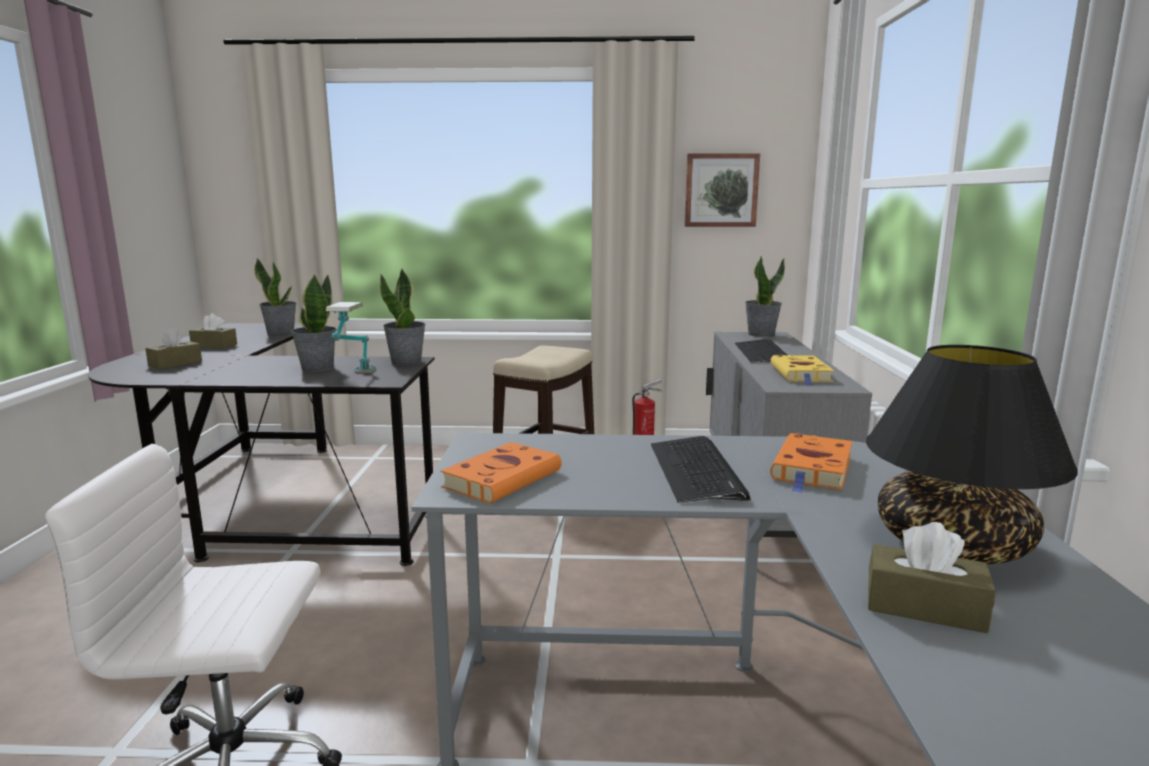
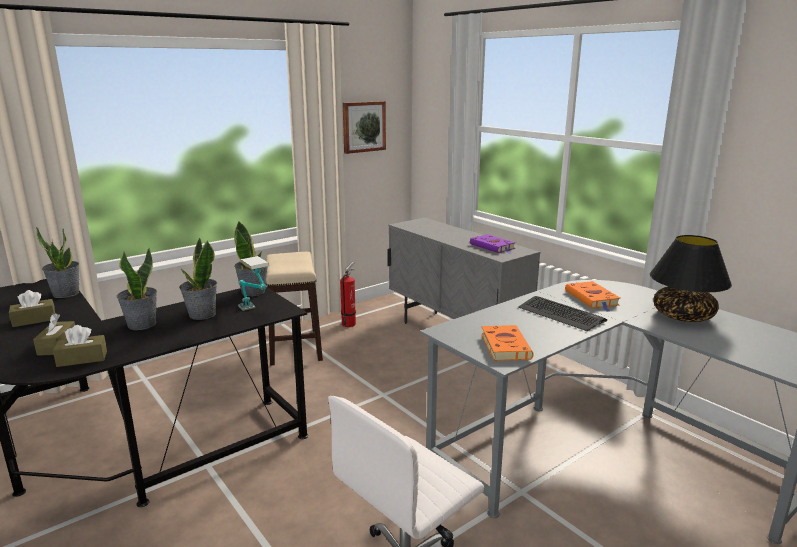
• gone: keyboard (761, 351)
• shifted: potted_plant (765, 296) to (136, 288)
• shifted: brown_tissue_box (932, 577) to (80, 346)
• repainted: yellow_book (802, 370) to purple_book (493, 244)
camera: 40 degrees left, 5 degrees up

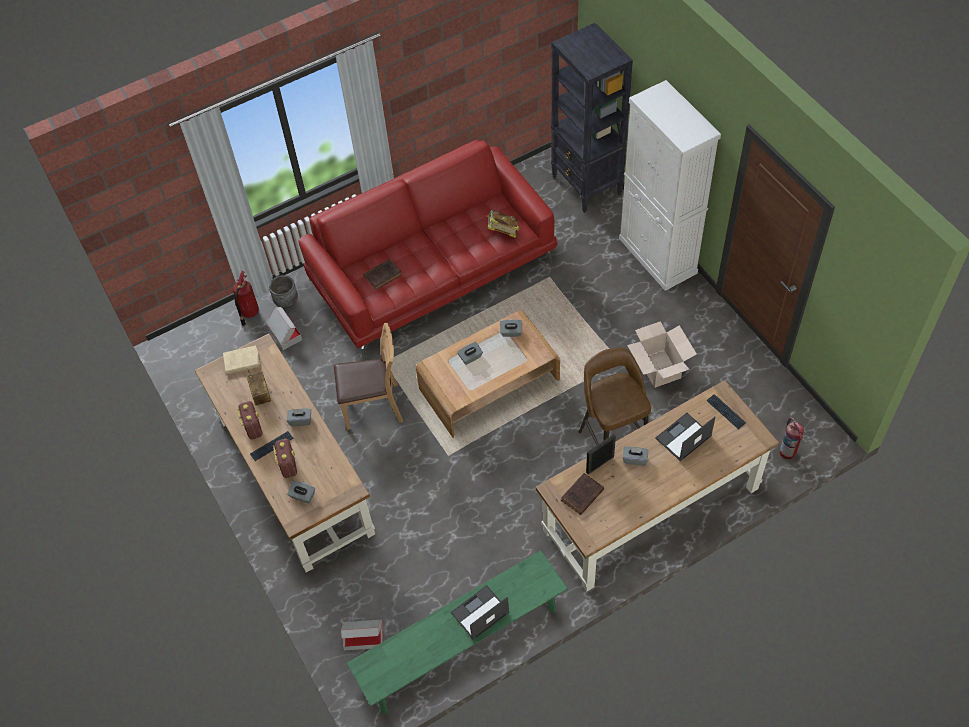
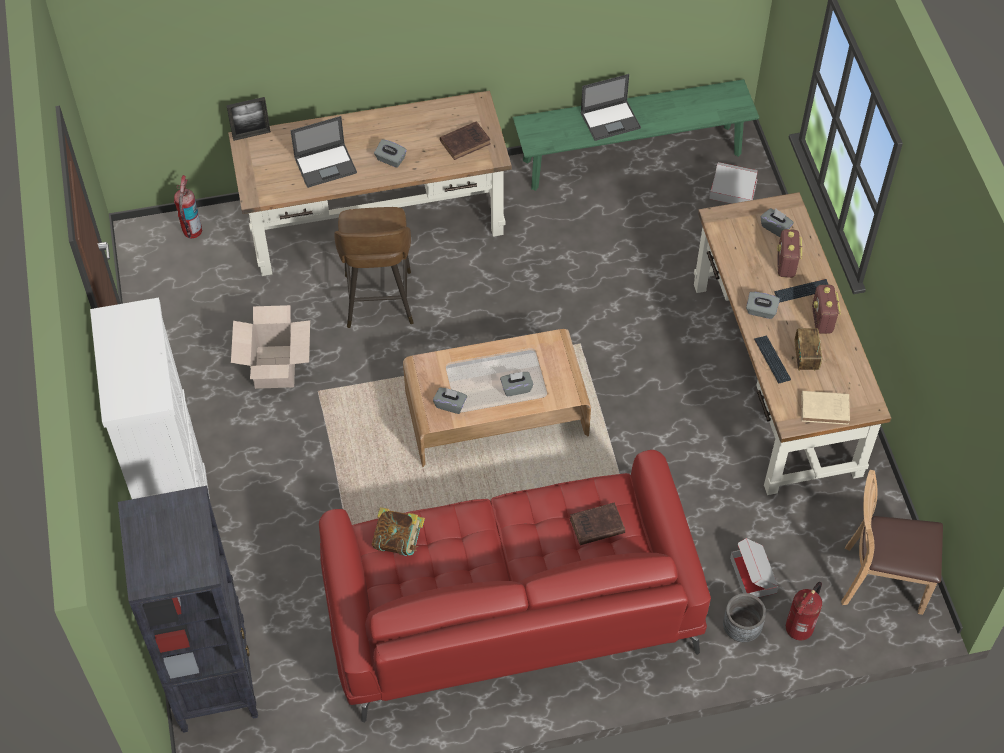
• shifted: brown_chair (368, 376) to (892, 542)
• shifted: picture_frame (601, 454) to (248, 119)
• shifted: keyboard (726, 411) to (772, 359)
camera: 165 degrees left, 0 degrees up

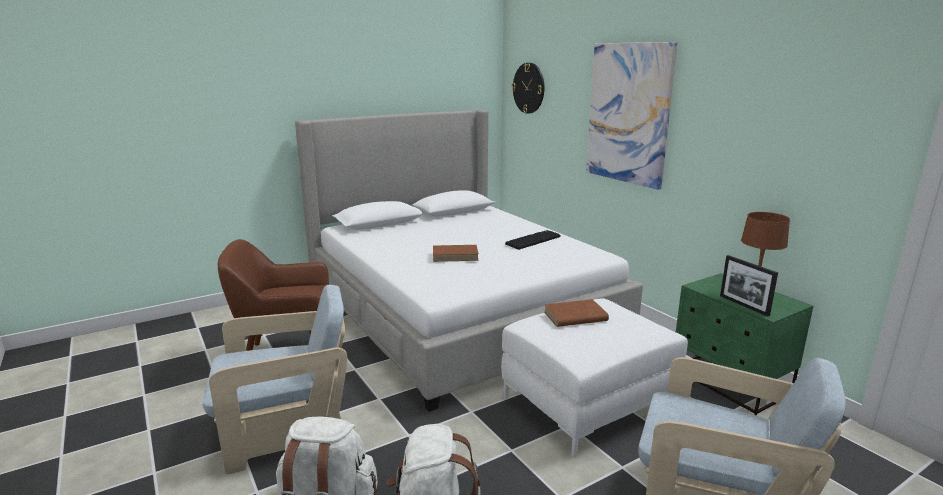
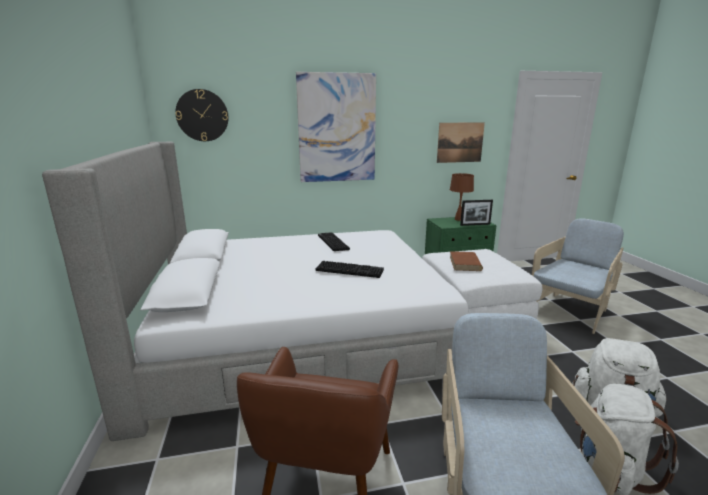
• new: picture (461, 142)
• swapped: brown_book (456, 253) to keyboard (350, 269)
camera: 70 degrees left, 0 degrees up

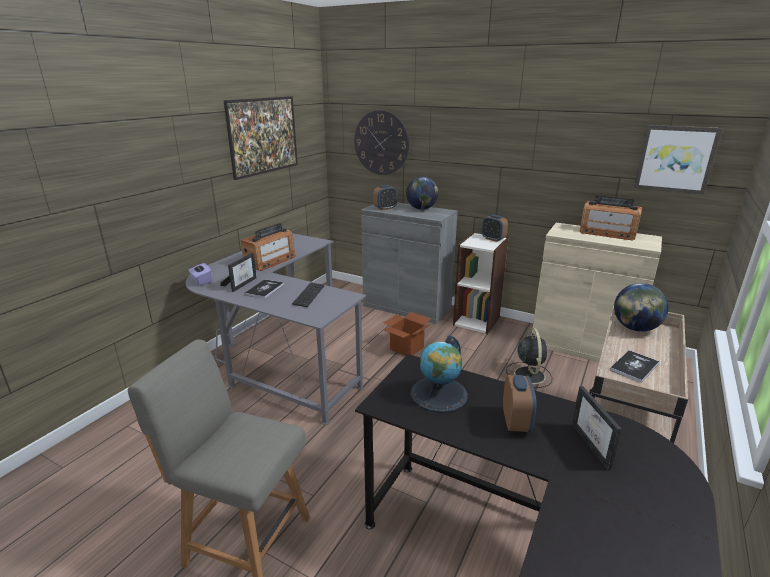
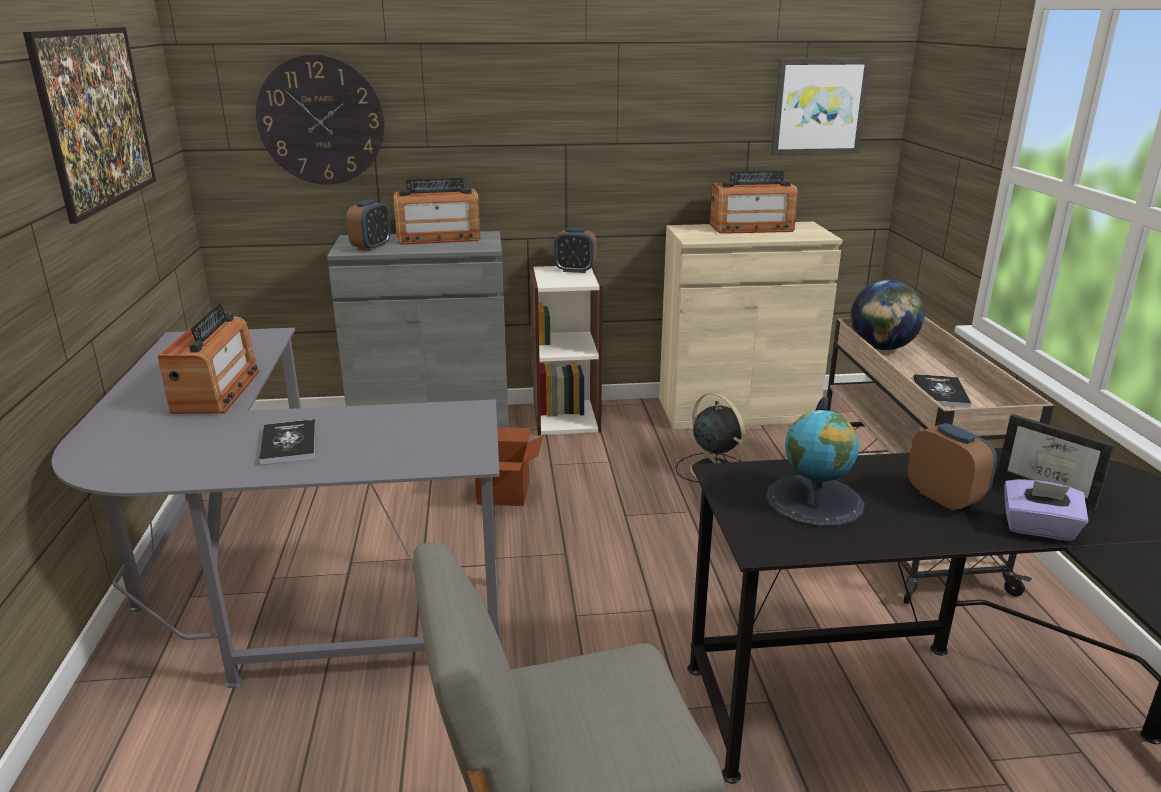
• gone: picture_frame (238, 272)
• gone: keyboard (308, 294)
• shifted: purple_tissue_box (200, 274) to (1046, 510)
• swapped: globe (422, 193) to radio (436, 211)
camera: 35 degrees left, 0 degrees up

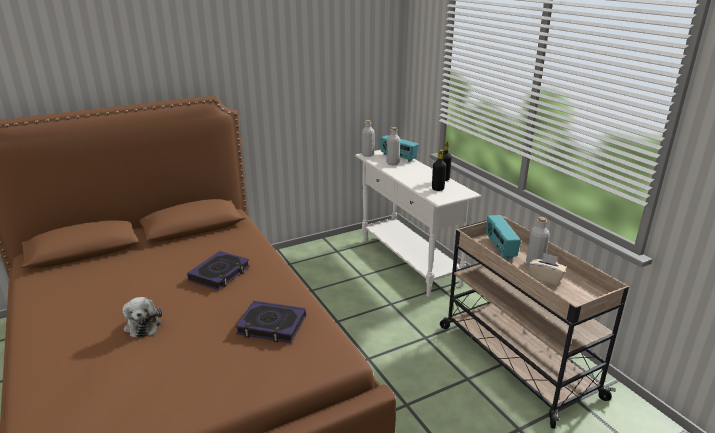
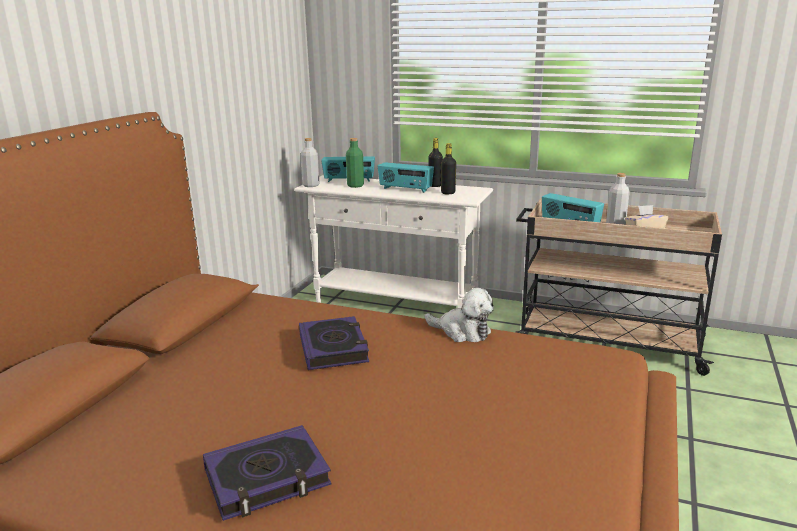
• new: radio (406, 177)
• shifted: plush_toy (142, 317) to (459, 315)
• shifted: book (270, 322) to (267, 473)
• repainted: grey_bottle (393, 146) to green_bottle (355, 163)
camera: 40 degrees left, 5 degrees down

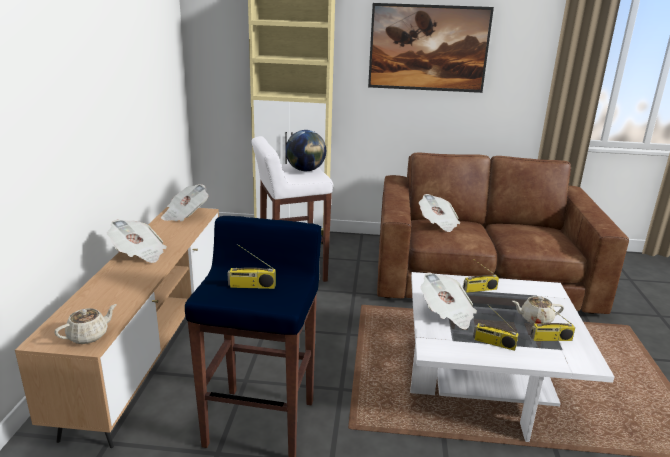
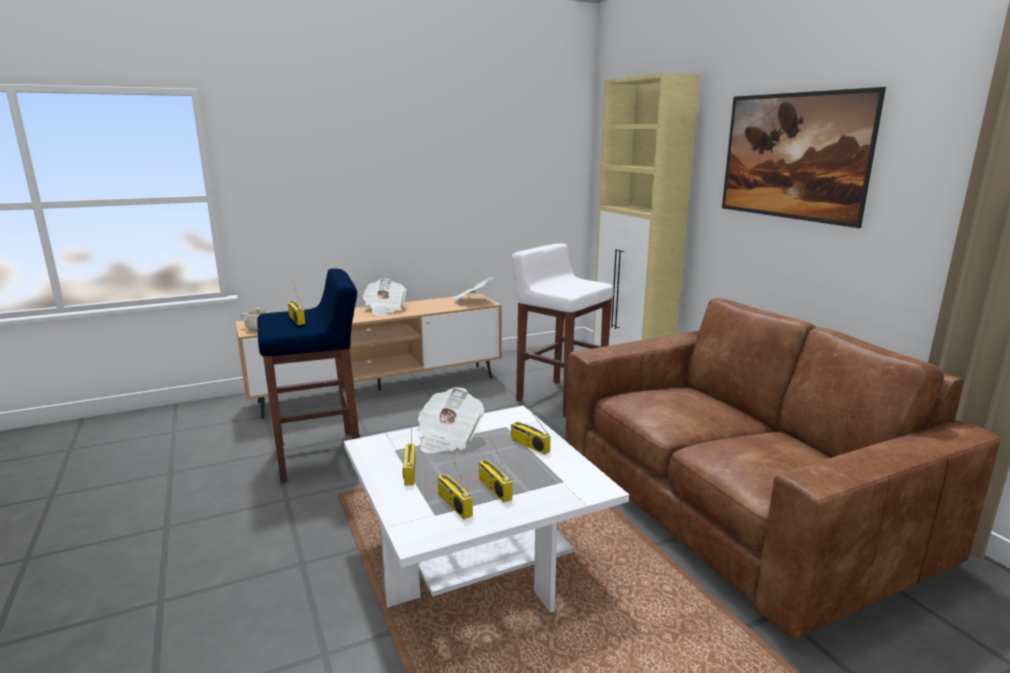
• gone: globe (305, 150)
• gone: newspaper (439, 213)
• swapped: beige_teapot (538, 310) to radio (495, 469)
camera: 60 degrees right, 5 degrees down

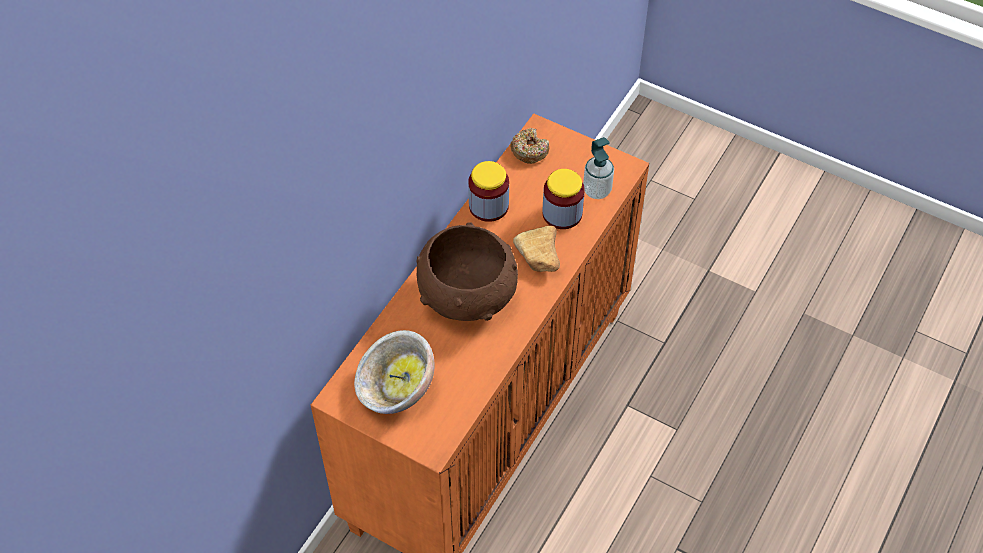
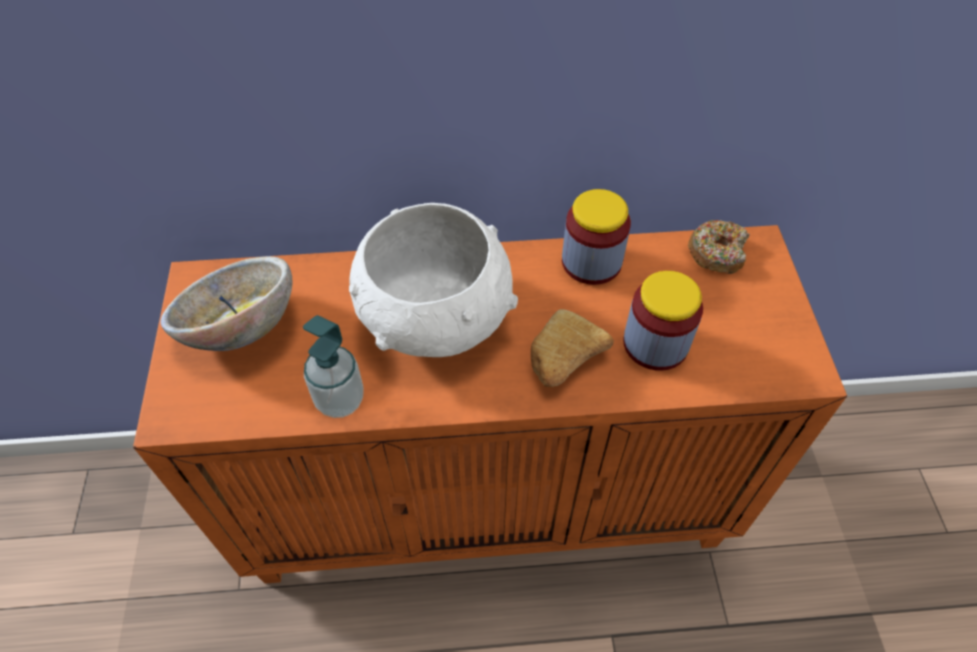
• shifted: soap_dispenser (598, 168) to (333, 366)
• repainted: brown_bowl (467, 271) to white_bowl (433, 280)
camera: 55 degrees right, 0 degrees up

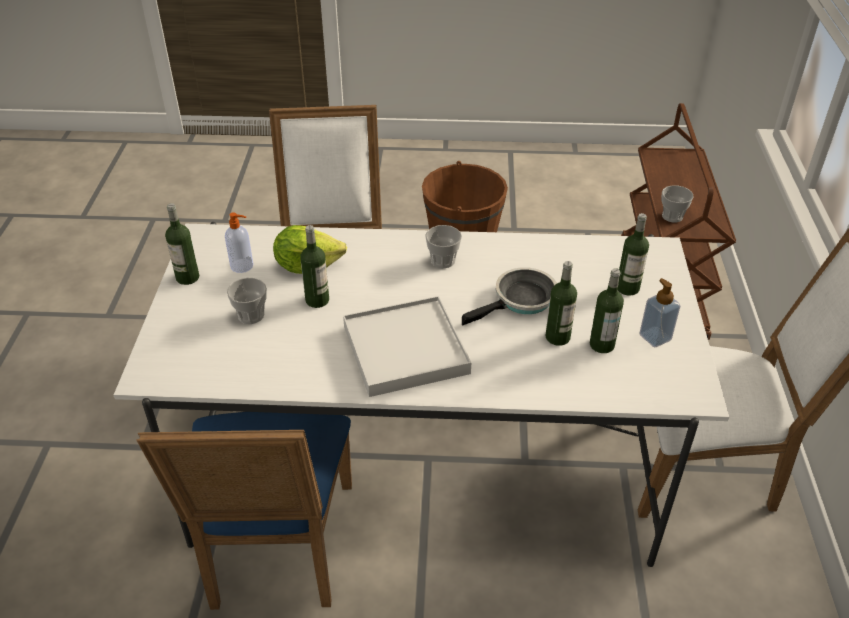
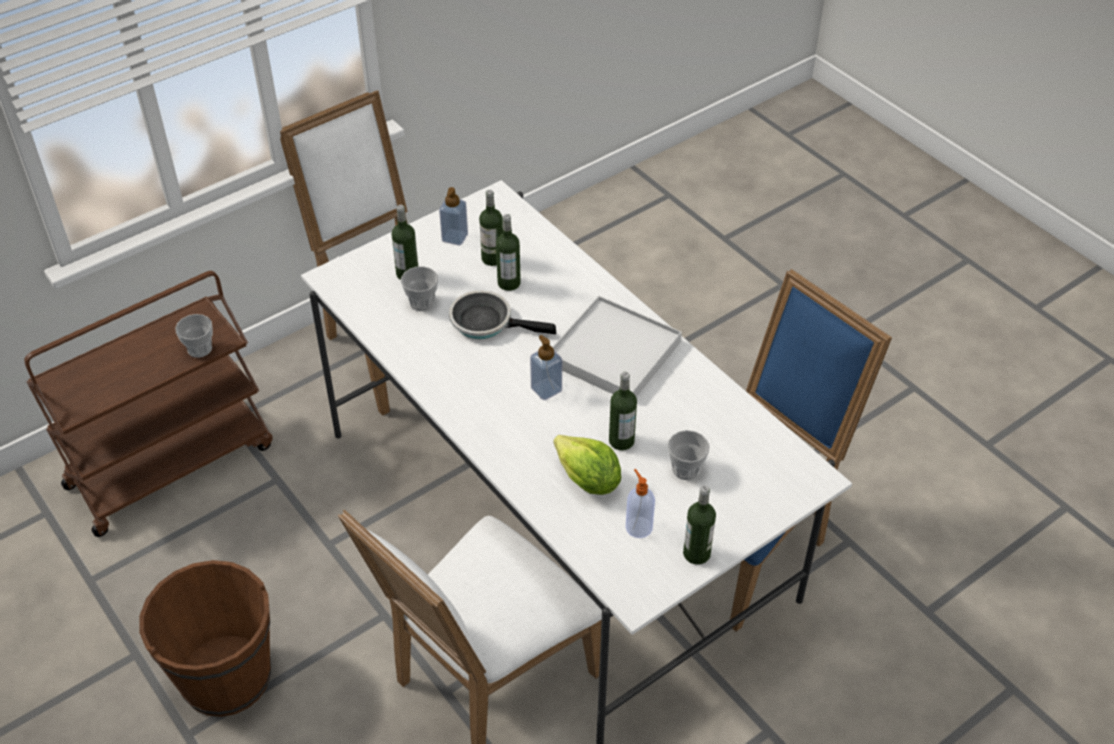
• new: soap_dispenser (546, 367)
• shifted: cup (443, 246) to (419, 288)
camera: 130 degrees left, 5 degrees up

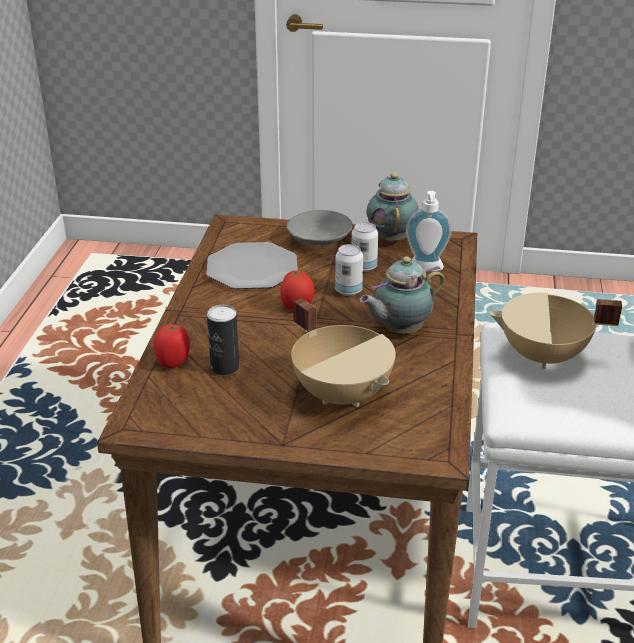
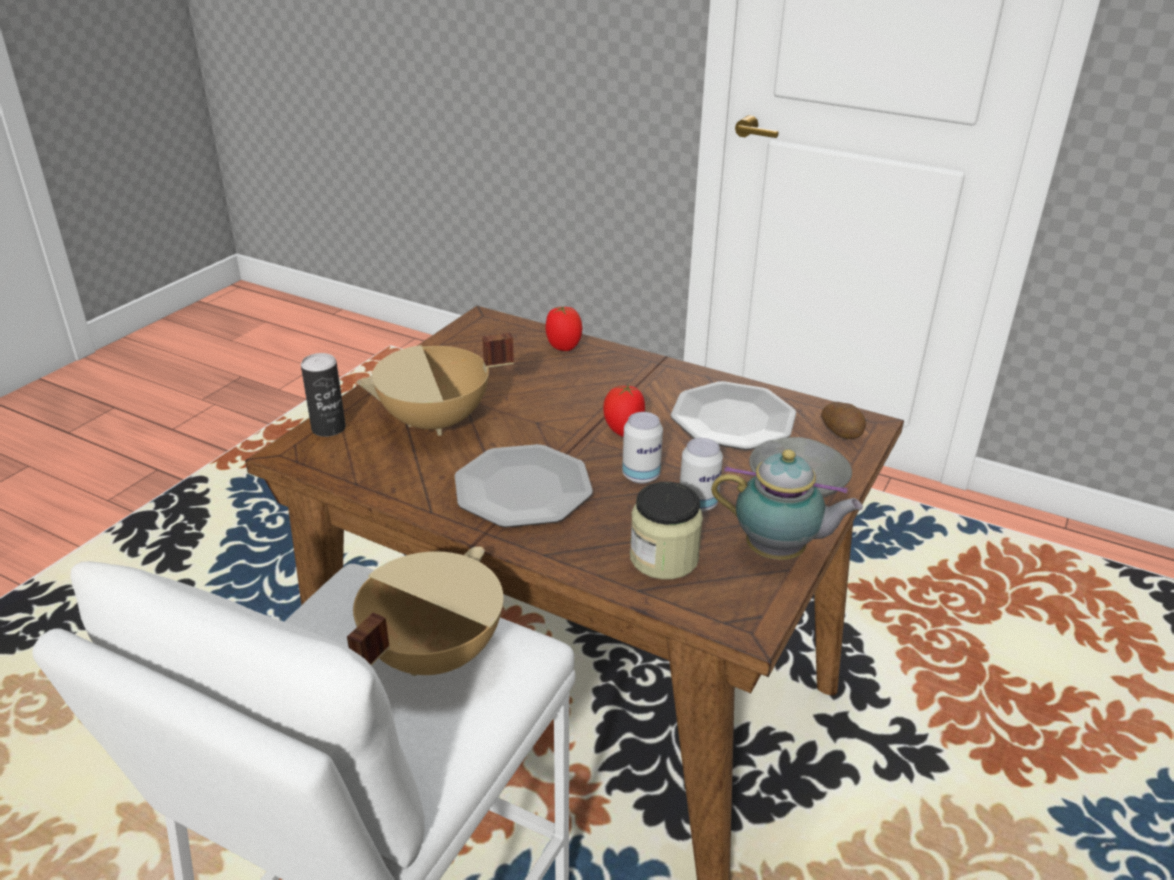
• new: potato (843, 420)
• shifted: can (223, 340) to (323, 395)
• swapped: teapot (402, 294) to plate (524, 486)
• swapped: soap_dispenser (429, 231) to jar (666, 530)
camera: 110 degrees right, 0 degrees up

